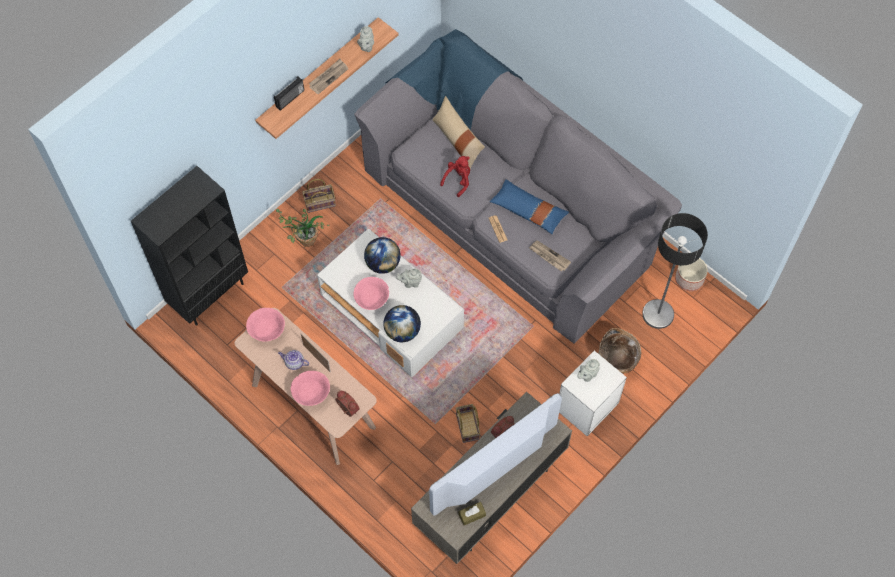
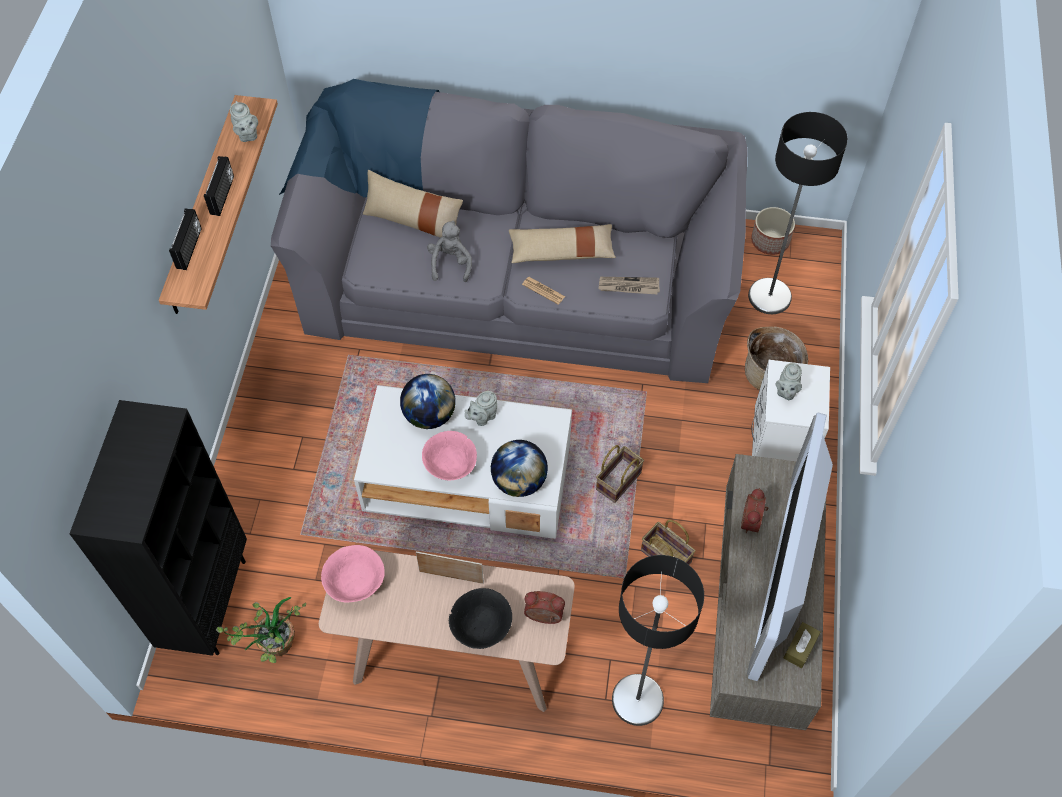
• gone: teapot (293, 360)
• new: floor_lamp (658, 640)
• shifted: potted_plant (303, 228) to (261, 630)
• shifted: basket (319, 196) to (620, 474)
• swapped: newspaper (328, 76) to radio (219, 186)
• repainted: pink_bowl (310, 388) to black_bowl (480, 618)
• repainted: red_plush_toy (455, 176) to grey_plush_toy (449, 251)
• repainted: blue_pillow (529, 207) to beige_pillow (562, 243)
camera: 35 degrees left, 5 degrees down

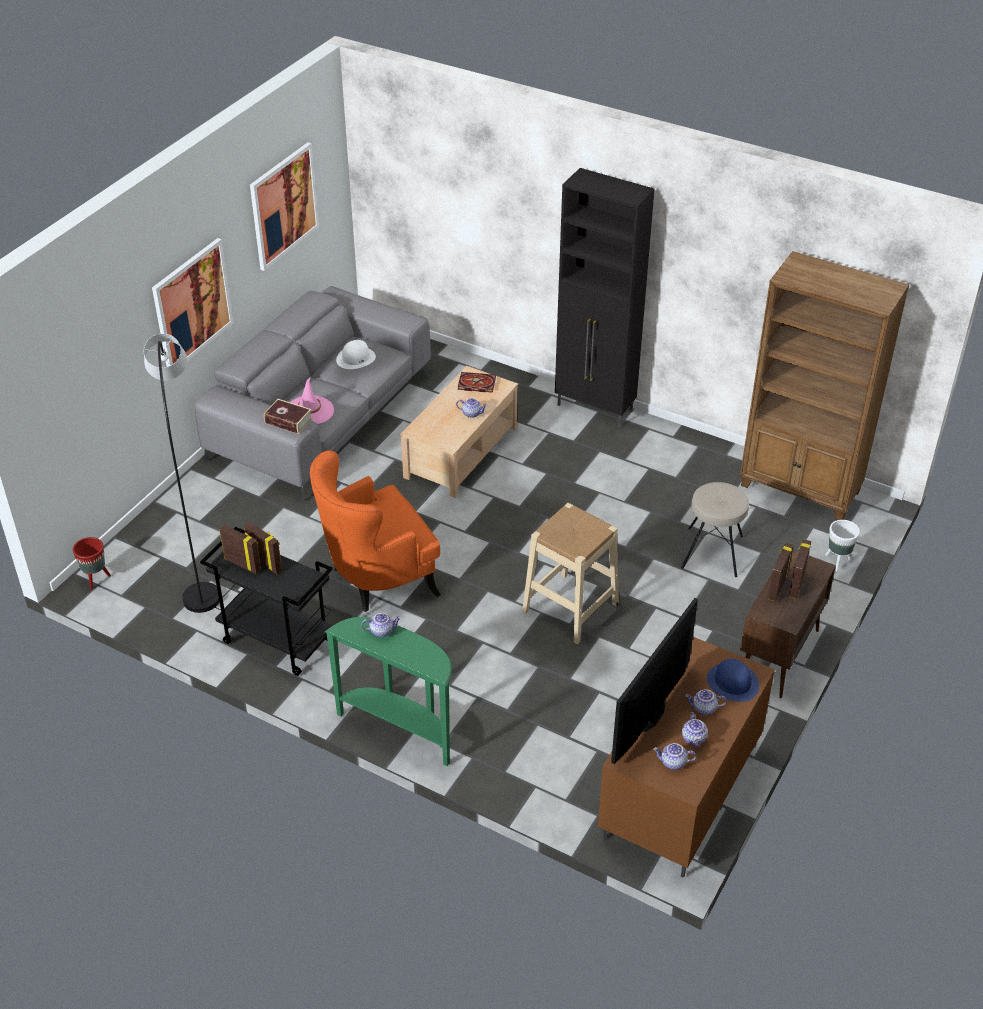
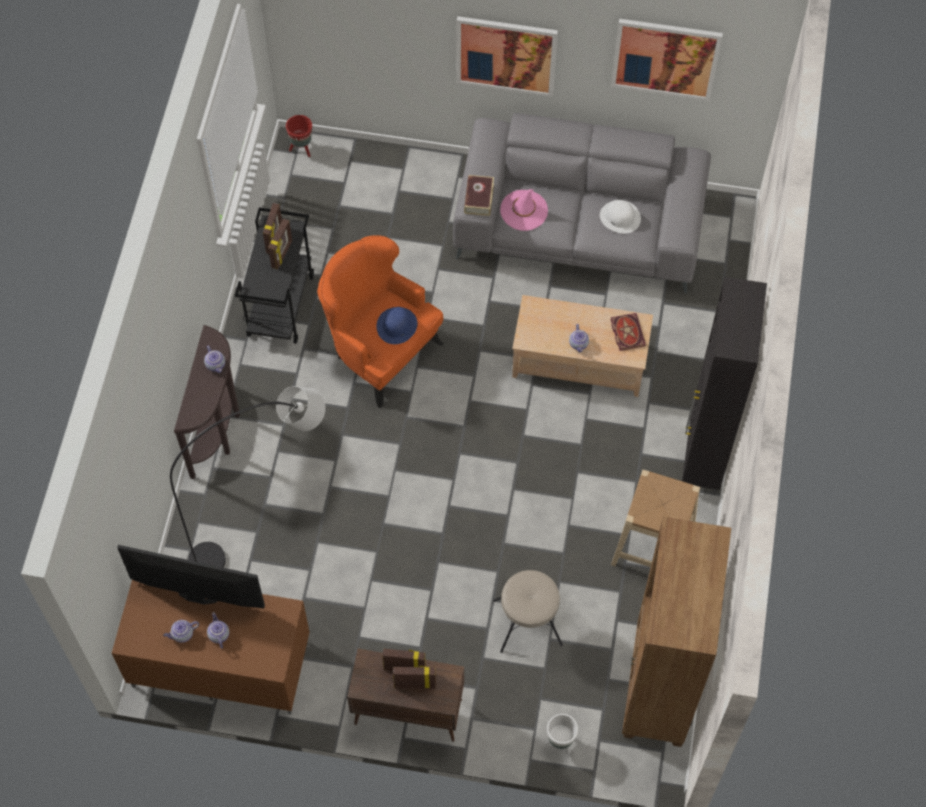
• gone: teapot (674, 756)
• shifted: black_floor_lamp (181, 473) to (248, 477)
• shifted: beige_stool (570, 573) to (655, 518)
• shifted: blue_hat (733, 680) to (397, 325)
• repainted: green_console_table (388, 691) to brown_console_table (207, 402)
camera: 70 degrees right, 20 degrees up

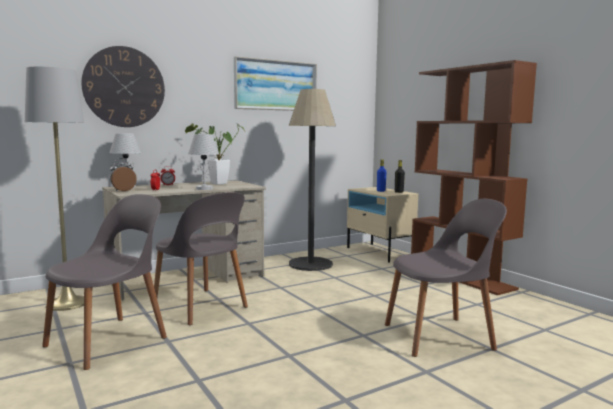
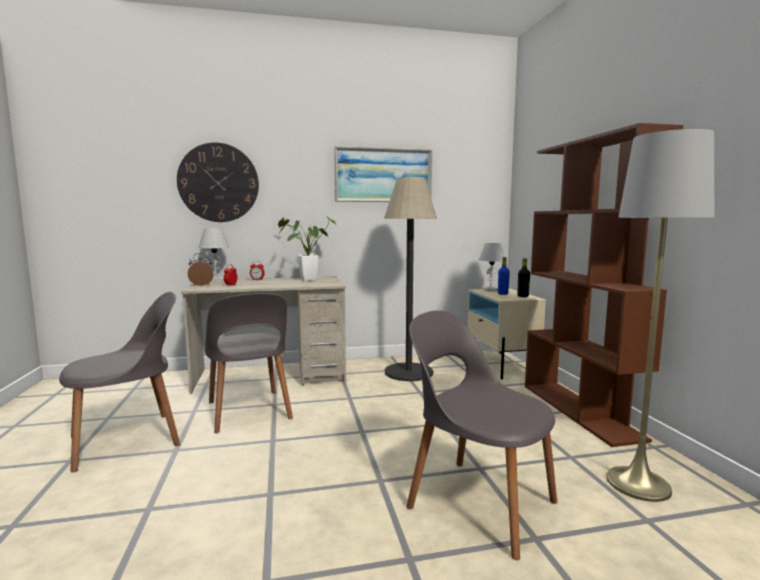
• shifted: grey_floor_lamp (54, 189) to (660, 315)
• shifted: white_table_lamp (203, 162) to (492, 267)
• rotated: grey_chair (446, 278) = (481, 435) 150 degrees counterclockwise
camera: 20 degrees right, 0 degrees up

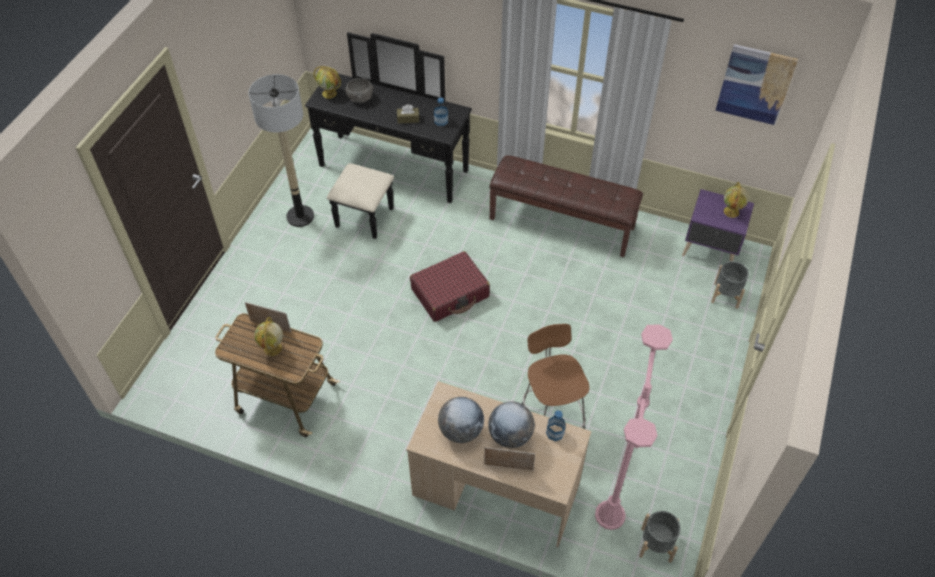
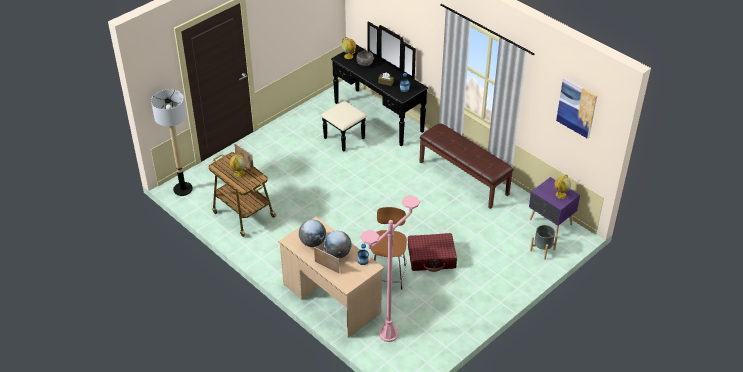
• gone: grey_planter (660, 537)
• shifted: floor_lamp (281, 150) to (172, 142)
• shifted: red_suitcase (450, 286) to (432, 252)
camera: 25 degrees right, 10 degrees down

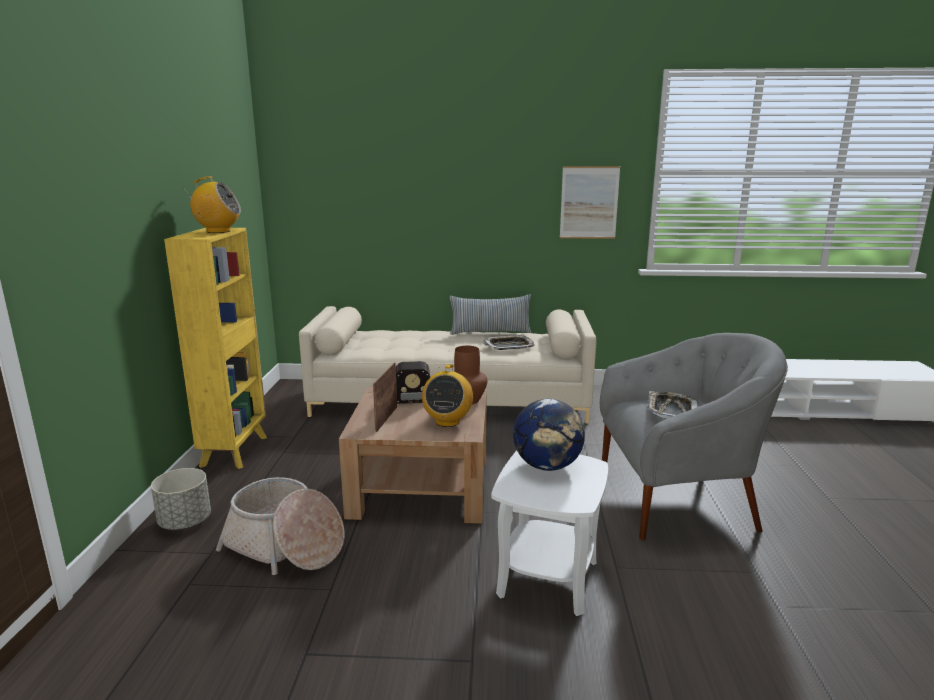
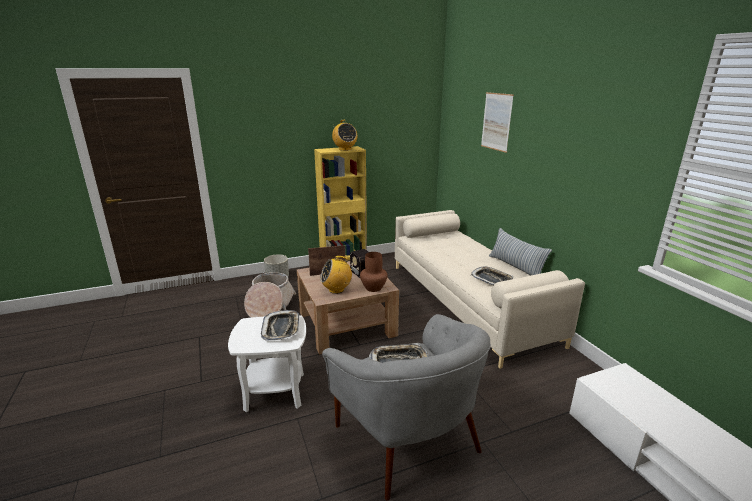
• shifted: picture (590, 202) to (497, 122)
• swapped: globe (549, 435) to tray (280, 325)
camera: 65 degrees right, 5 degrees up

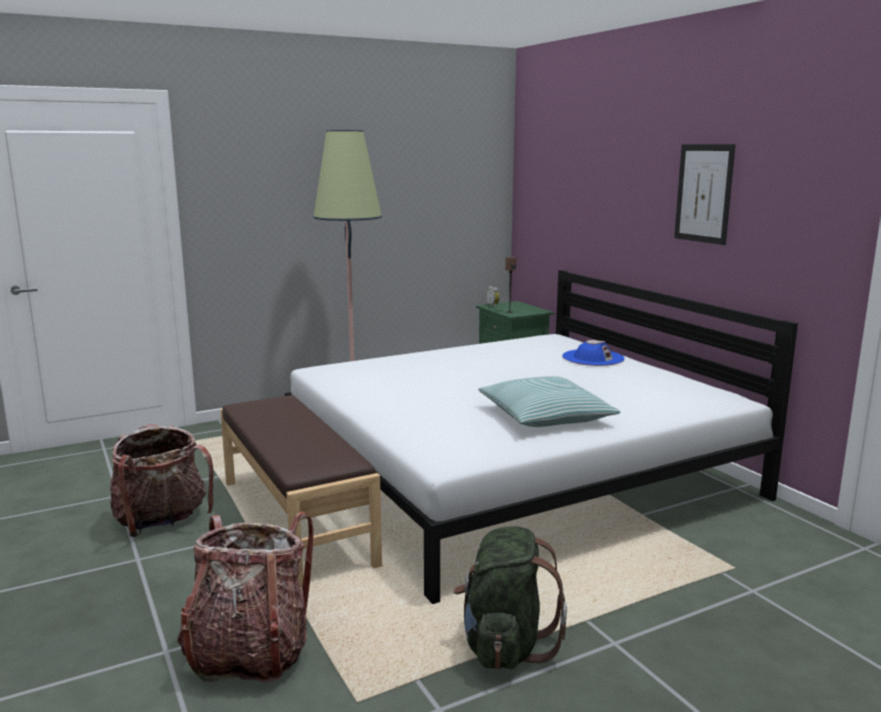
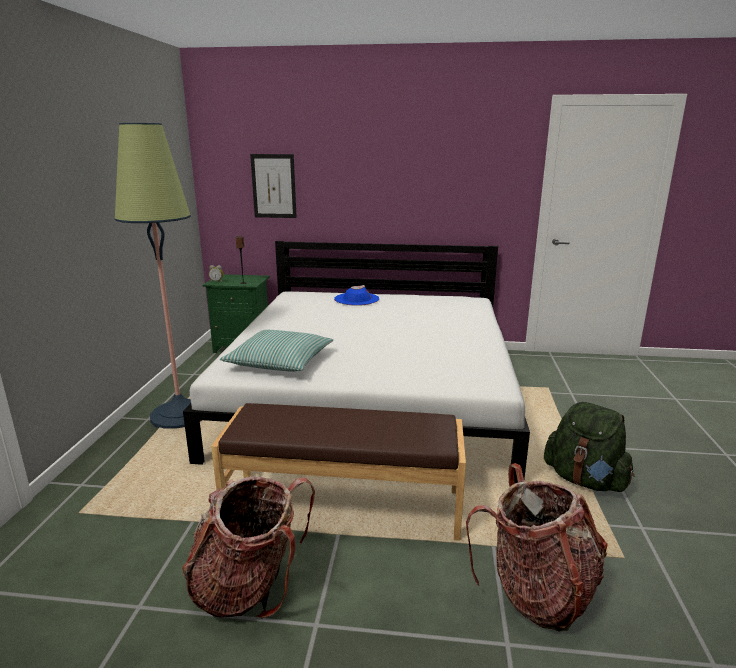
• shifted: pillow (549, 401) to (276, 351)
• shifted: picture (705, 194) to (273, 186)
camera: 55 degrees left, 5 degrees up

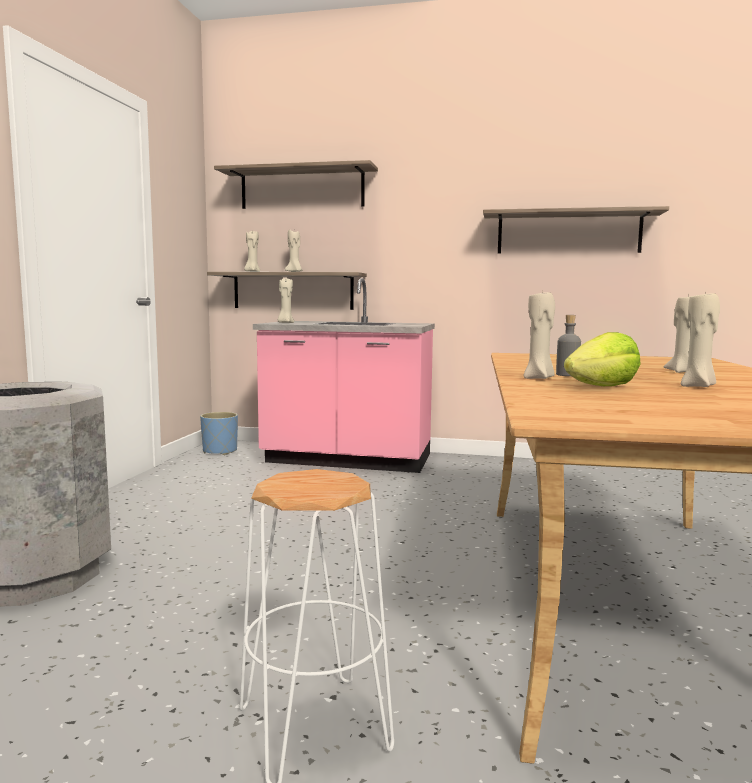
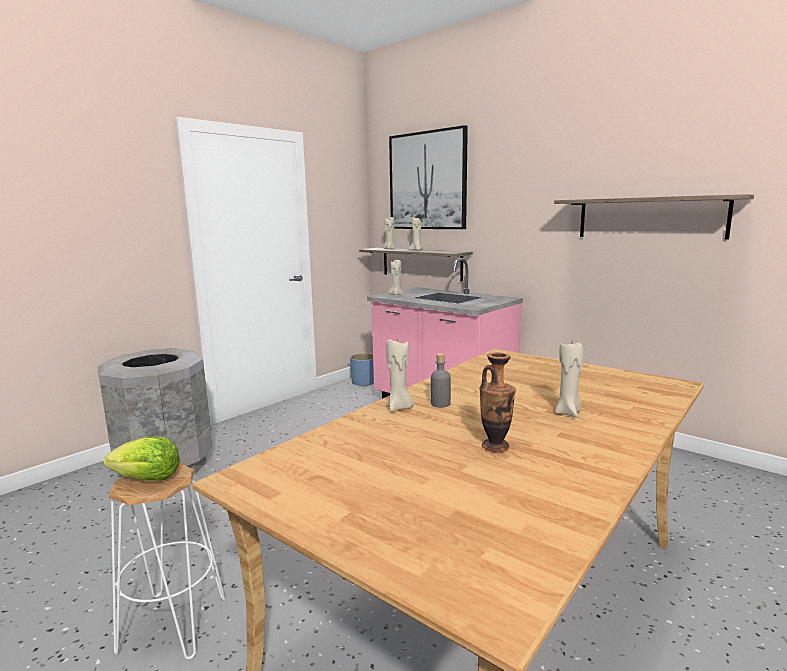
• shifted: lettuce (602, 359) to (141, 459)
• swapped: shelf (296, 184) to picture (428, 177)
• swapped: beige_candle (700, 340) to vase (497, 402)
camera: 30 degrees right, 5 degrees up

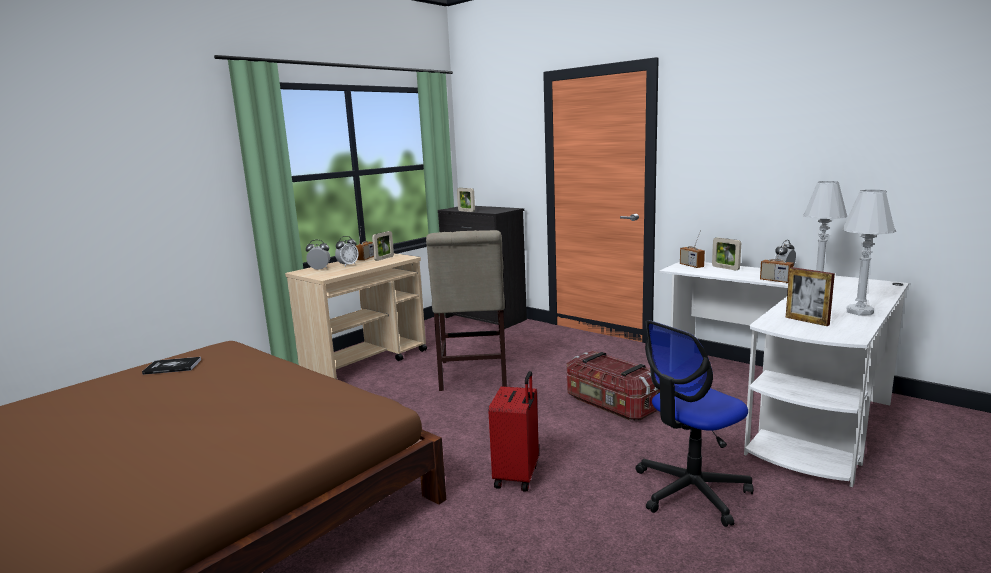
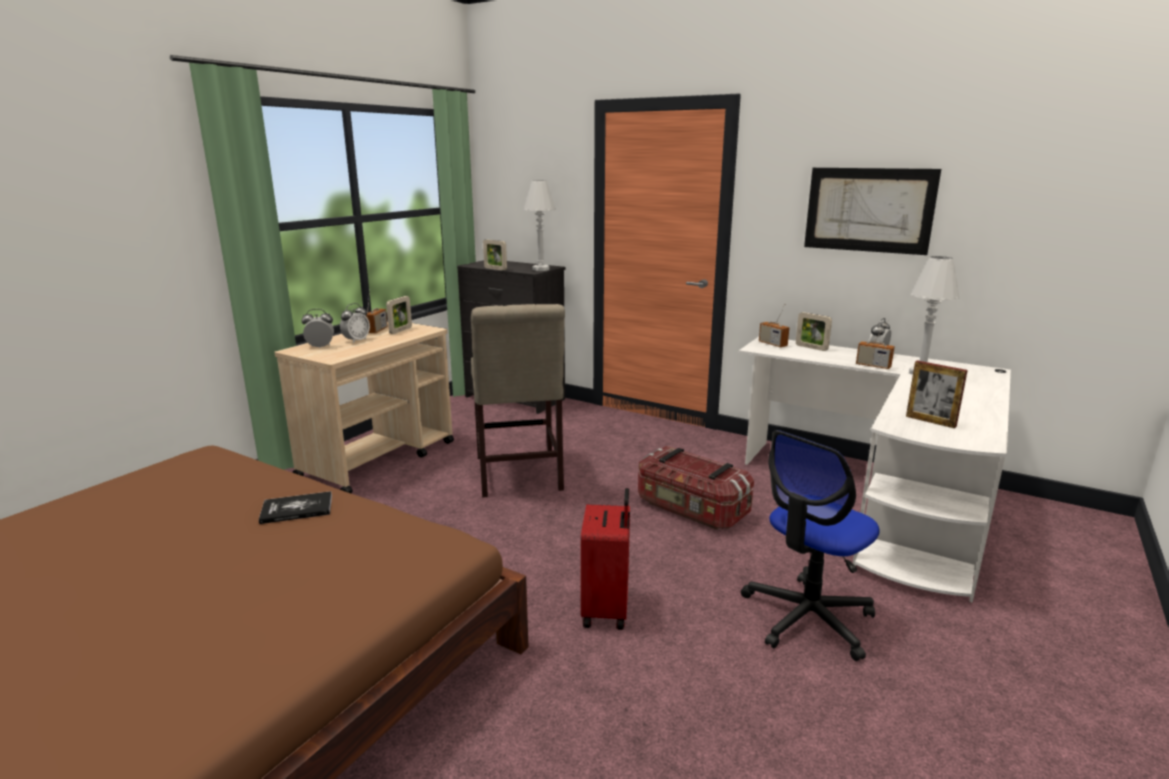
• new: picture (872, 211)
• shifted: book (171, 366) to (295, 507)
• shifted: white_table_lamp (869, 252) to (540, 225)
camera: 10 degrees left, 5 degrees up

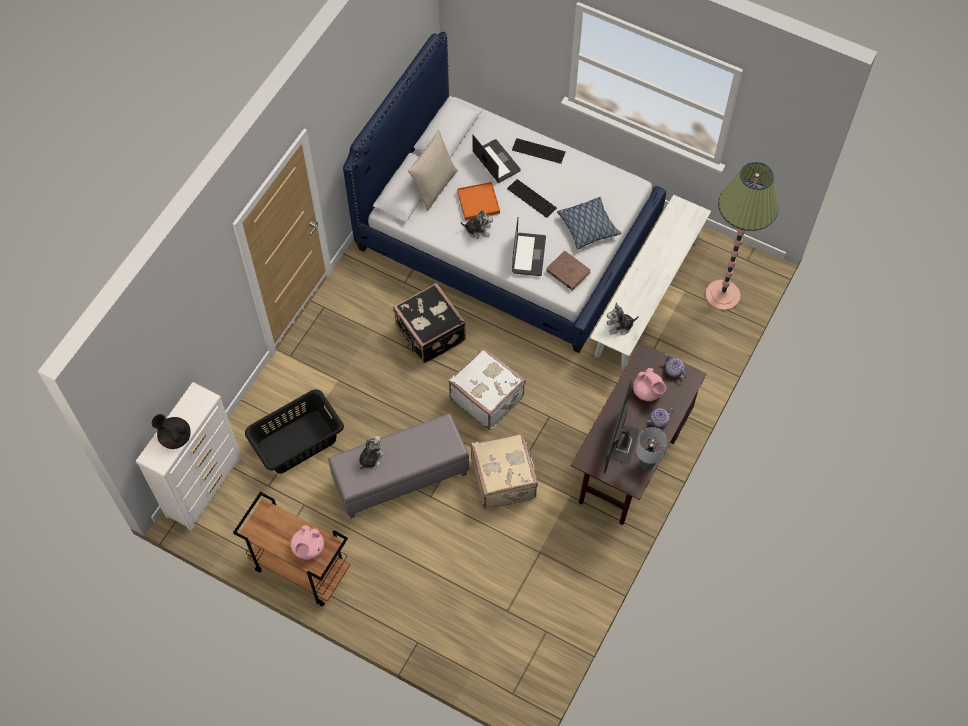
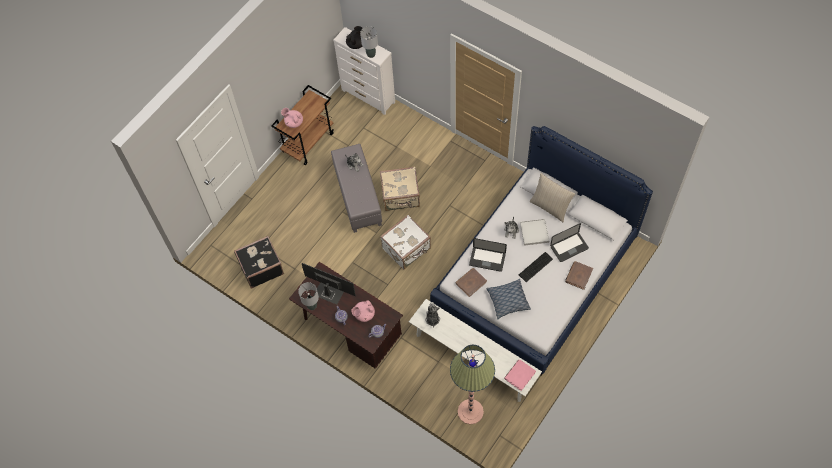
• gone: black_laundry_basket (294, 432)
• new: grey_table_lamp (369, 42)
• new: pink_book (520, 375)
• shifted: black_suitcase (429, 323) to (259, 262)
• shifted: beige_suitcase (504, 471) to (400, 189)
• swapped: keyboard (539, 151) to brown_book (579, 275)
• repainted: orange_tray (478, 201) to white_tray (534, 232)
camera: 100 degrees right, 0 degrees up

